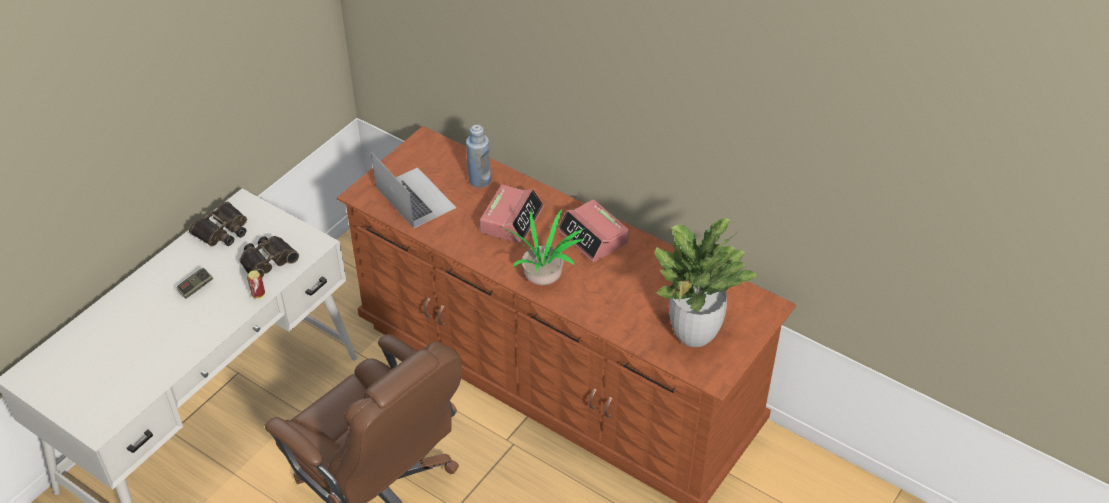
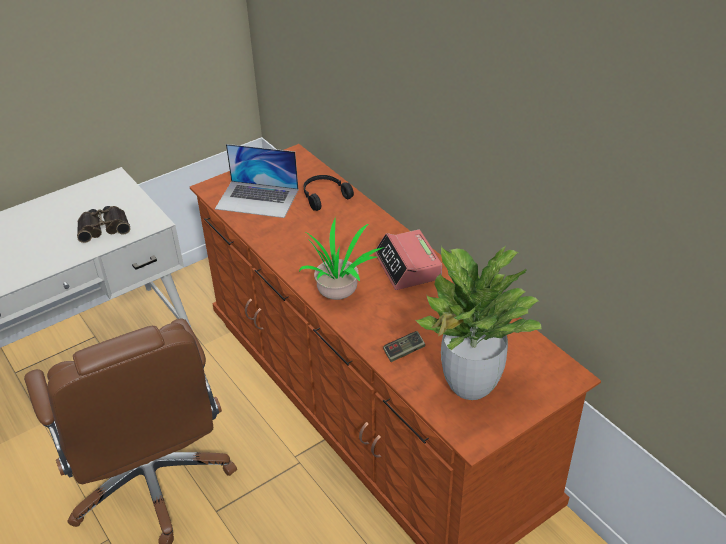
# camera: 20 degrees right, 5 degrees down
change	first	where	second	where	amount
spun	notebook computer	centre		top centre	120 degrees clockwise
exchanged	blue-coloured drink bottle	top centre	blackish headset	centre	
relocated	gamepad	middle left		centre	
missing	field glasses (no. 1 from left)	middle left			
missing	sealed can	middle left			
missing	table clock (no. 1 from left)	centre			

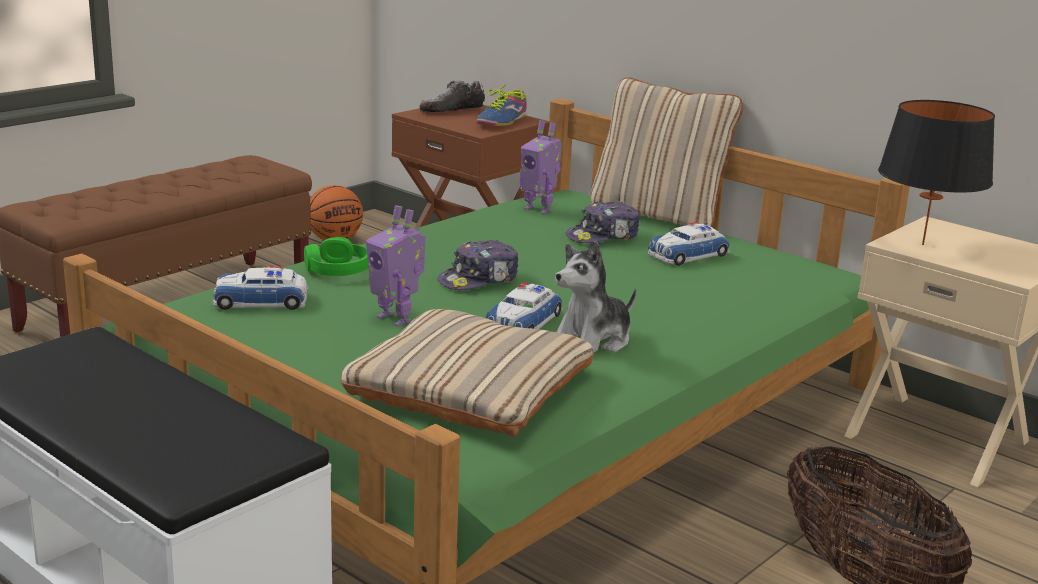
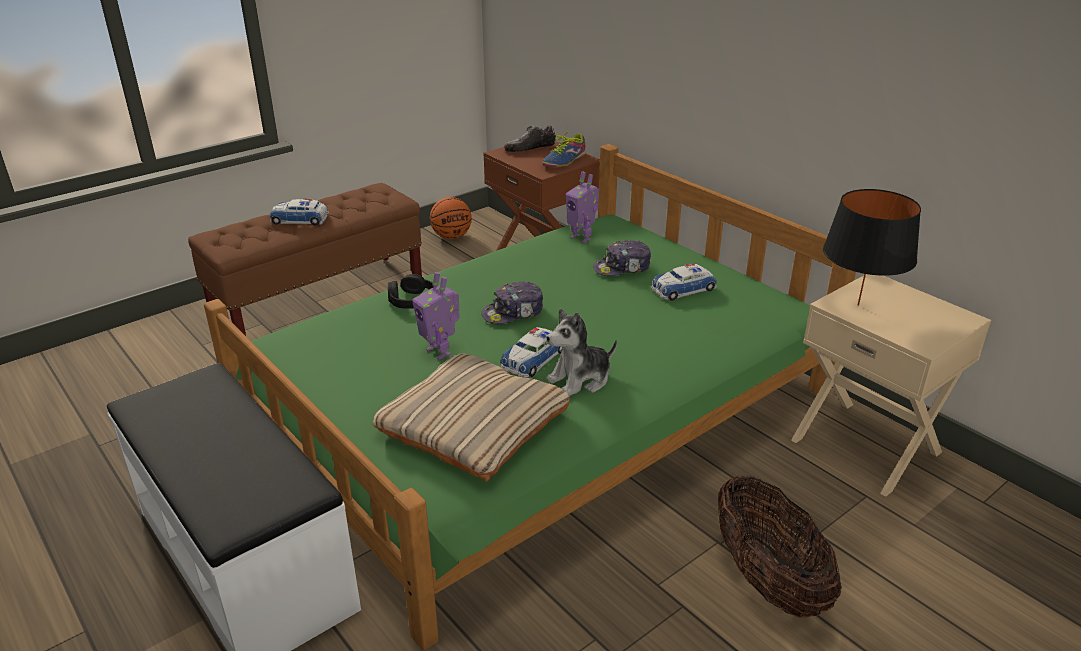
# camera: 10 degrees right, 10 degrees up
change	first	where	second	where	amount
relocated	miniature car (no. 1 from left)	middle left		top left	
colour	green-coloured headset	middle left	blackish headset	centre	
missing	sand-coloured cushion (no. 2 from left)	top centre			

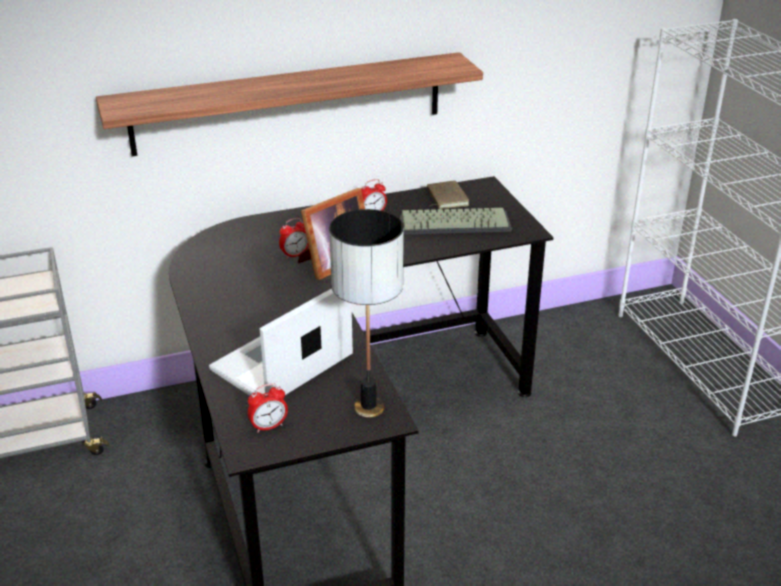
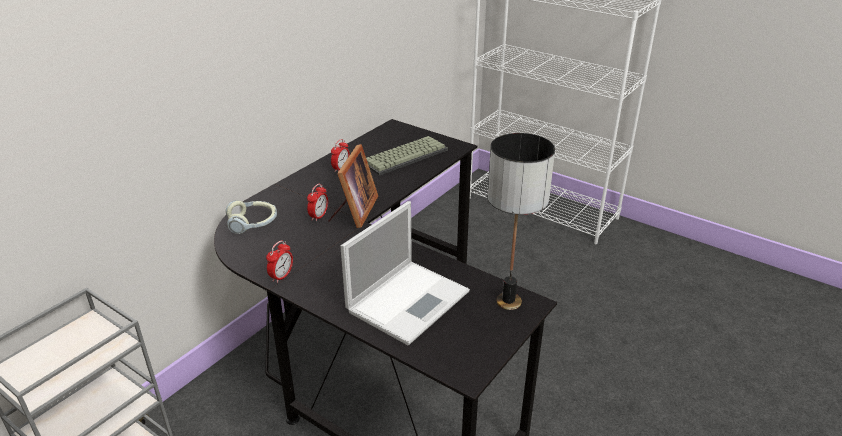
# camera: 35 degrees left, 0 degrees up
change	first	where	second	where	amount
appeared			headset	middle left	
relocated	table clock (no. 1 from left)	bottom centre		middle left	
spun	notebook computer	centre		centre	150 degrees counterclockwise
missing	shelf	top centre			
missing	brown-coloured volume	top centre			

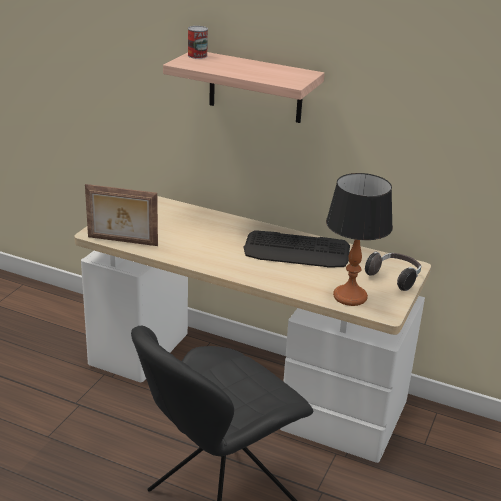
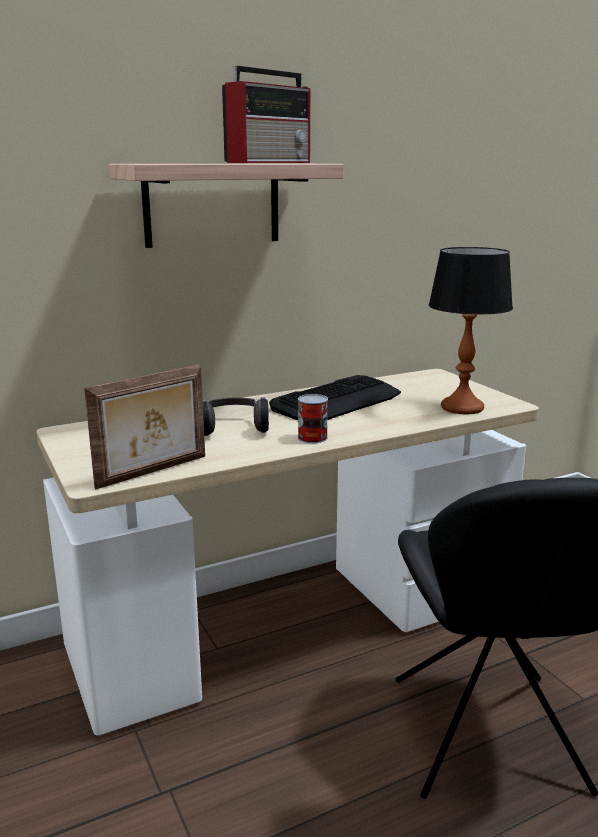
# camera: 50 degrees left, 10 degrees down
change	first	where	second	where	amount
relocated	headset	middle right		centre	
appeared			radio receiver	top centre	
relocated	sealed can	top centre		centre	

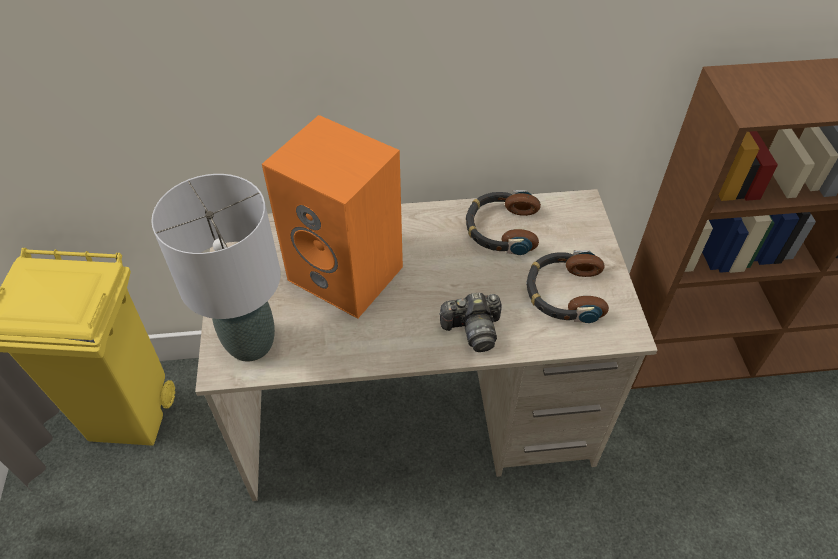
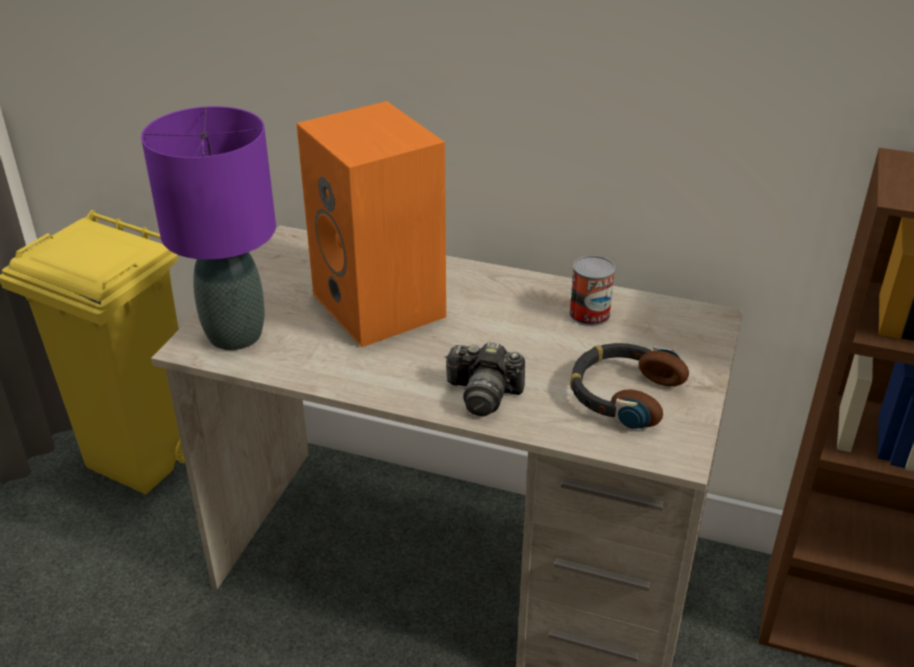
# camera: 25 degrees right, 15 degrees down
change	first	where	second	where	amount
colour	greyish lamp for a table	middle left	purple-coloured lamp for a table	middle left	
exchanged	headset (no. 1 from left)	centre	sealed can	centre	

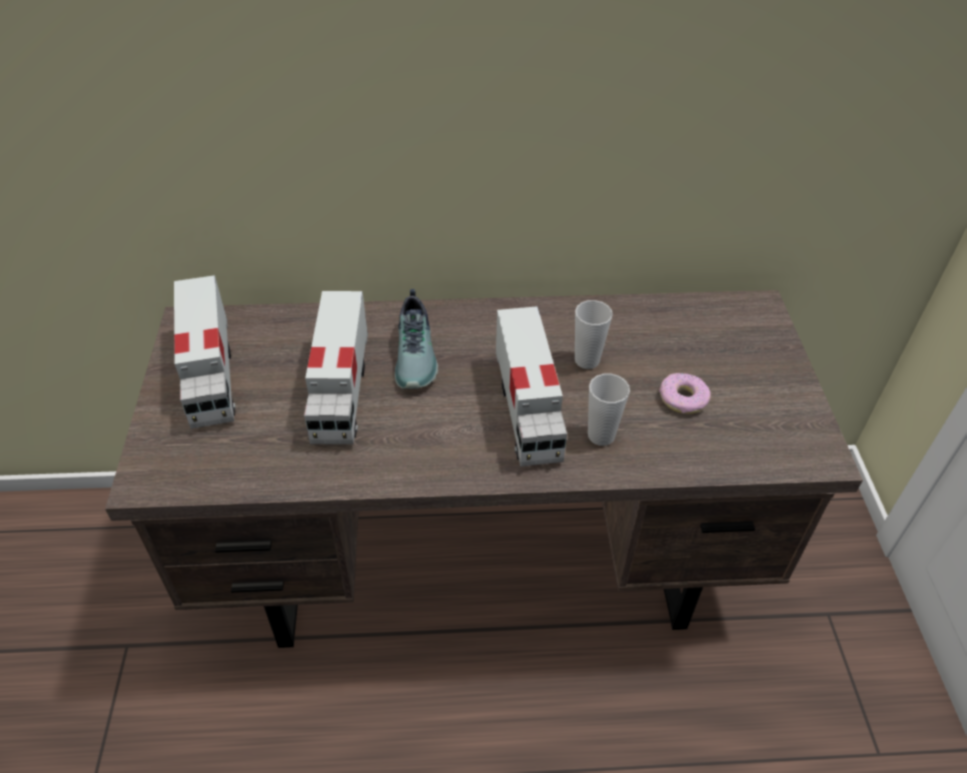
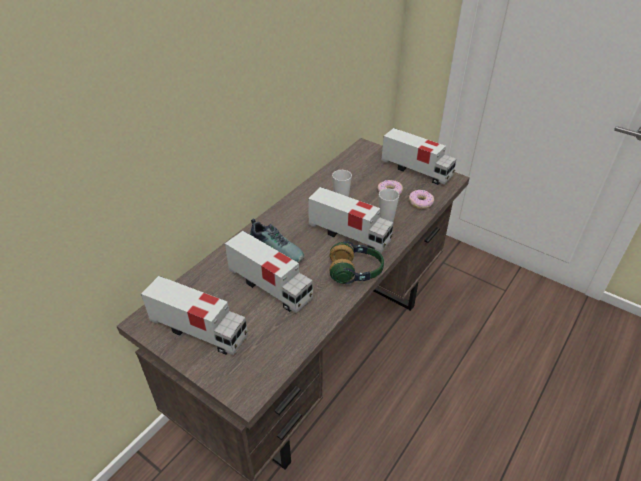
# camera: 50 degrees left, 5 degrees down
change	first	where	second	where	amount
appeared			headset	centre	
appeared			model truck (no. 4 from left)	top centre	
appeared			donut (no. 2 from left)	centre	

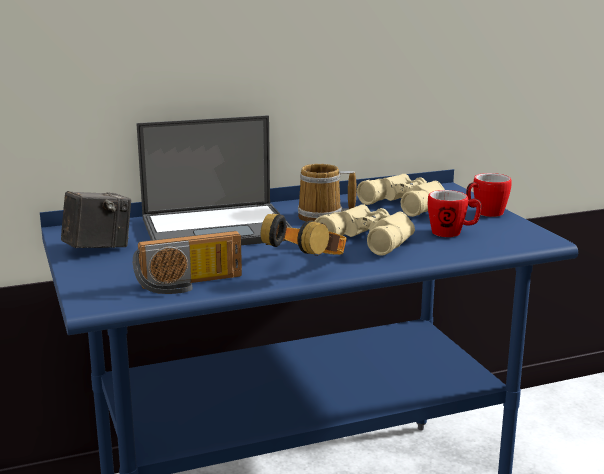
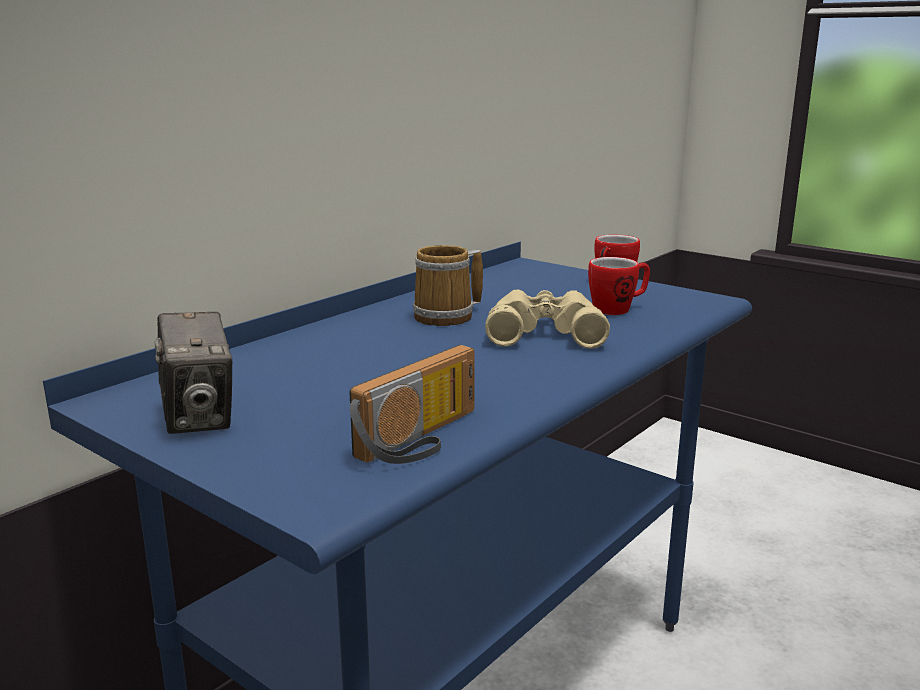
# camera: 30 degrees left, 0 degrees up
change	first	where	second	where	amount
spun	photo camera	middle left		middle left	135 degrees clockwise
missing	notebook computer	centre			
missing	headset	centre			
missing	sand-coloured field glasses (no. 2 from left)	centre			

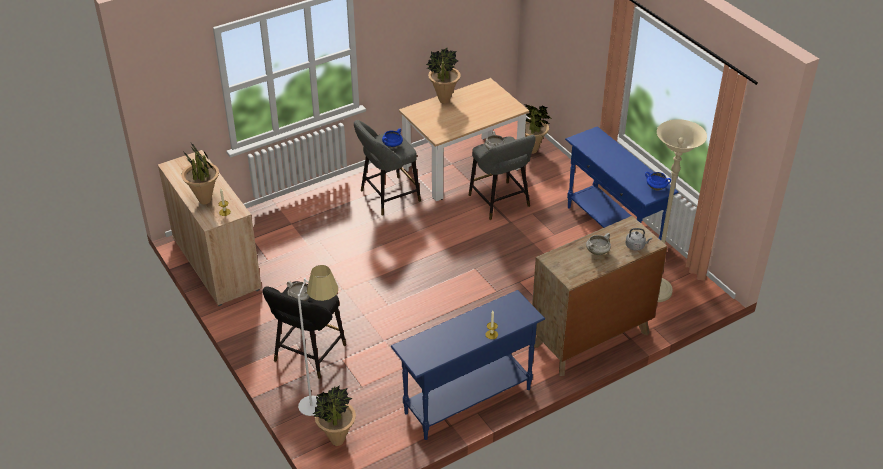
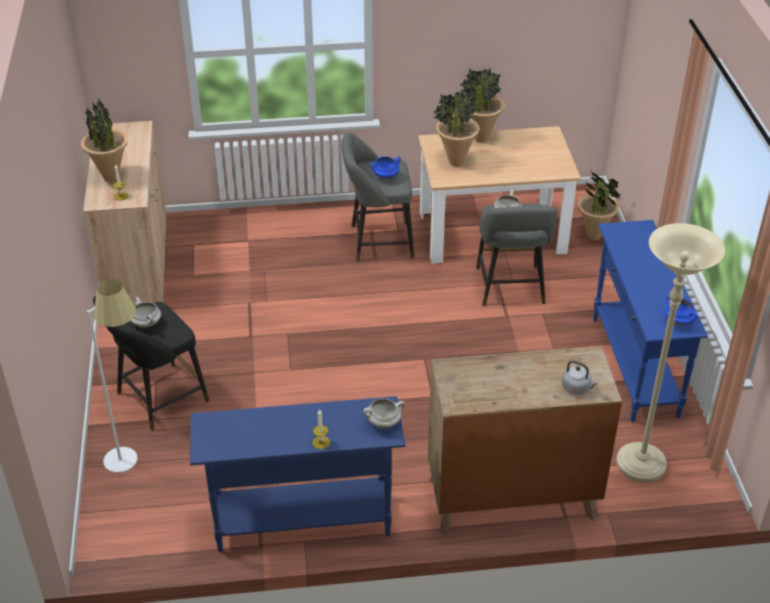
# camera: 25 degrees right, 0 degrees up
change	first	where	second	where	amount
relocated	white-coloured stockpot (no. 3 from left in the first image)	middle right	white-coloured stockpot (no. 2 from left)	bottom centre	
relocated	plant in a pot (no. 2 from left)	bottom centre		top centre	

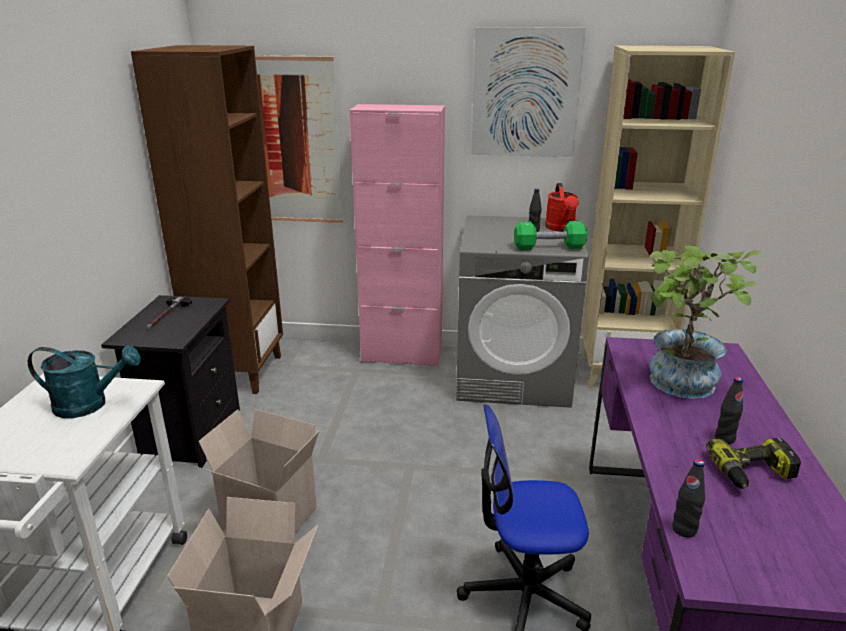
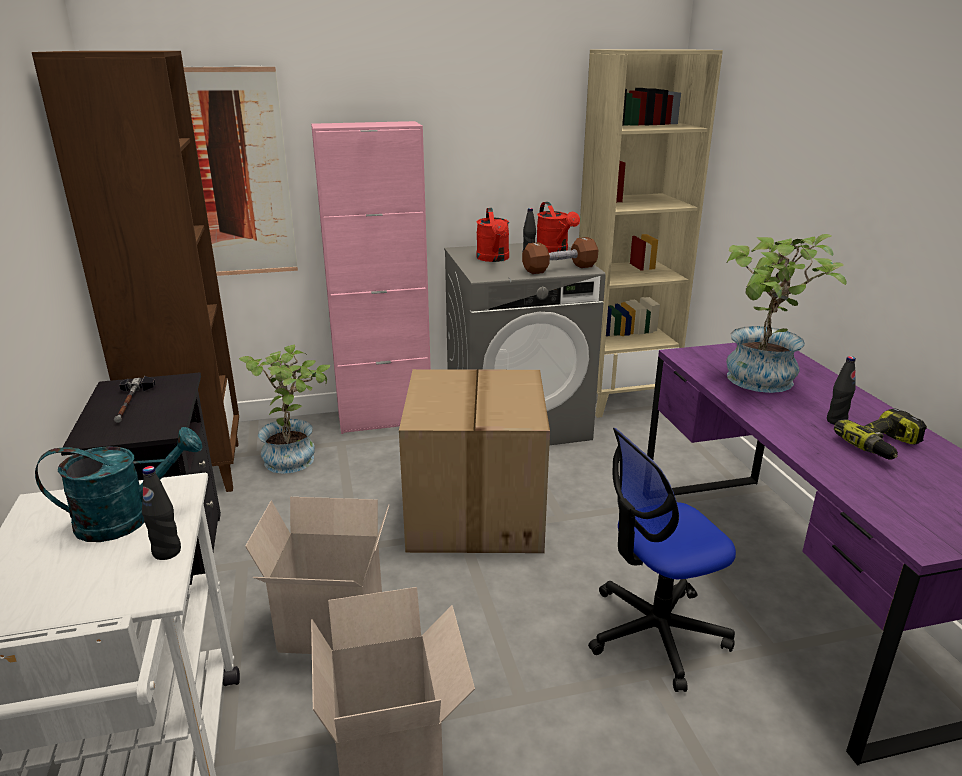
# camera: 20 degrees left, 0 degrees up
change	first	where	second	where	amount
relocated	blackish drink bottle (no. 2 from left in the first image)	bottom right	blackish drink bottle (no. 1 from left)	middle left	
appeared			plant in a pot (no. 1 from left)	middle left	
appeared			cardboard box (no. 3 from left)	centre	
appeared			reddish watering pot (no. 1 from left)	top centre	
colour	green-coloured dumbbell	centre	brown-coloured dumbbell	top centre	
missing	picture (no. 2 from left)	top centre			

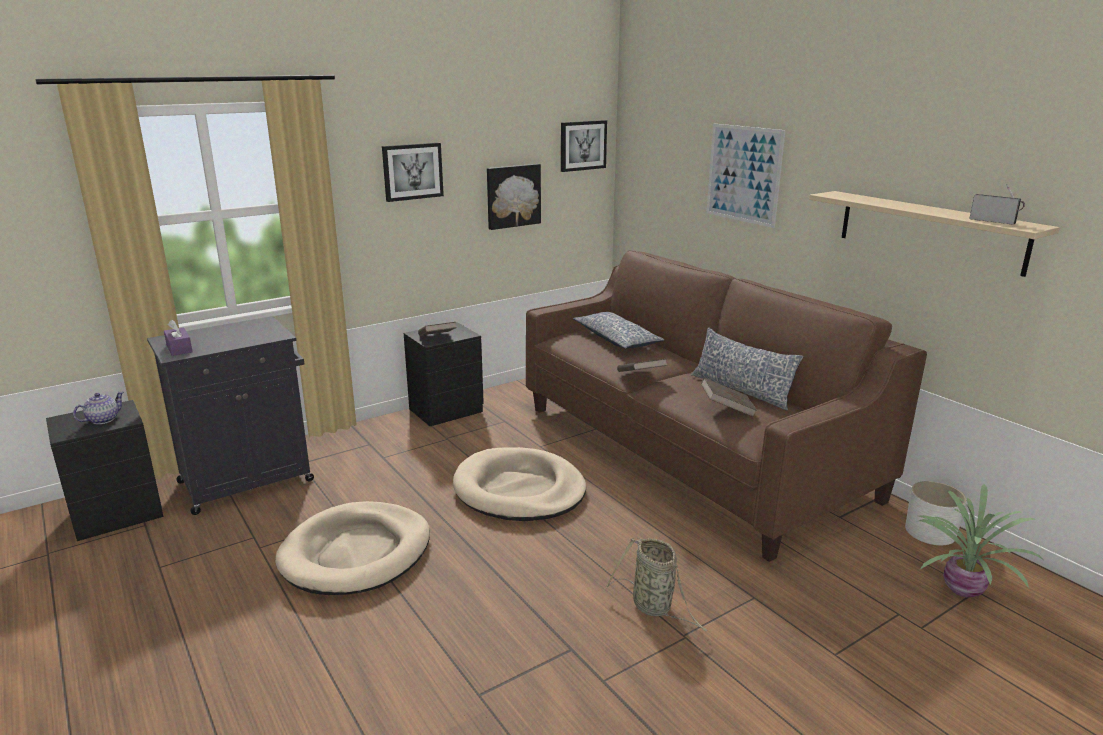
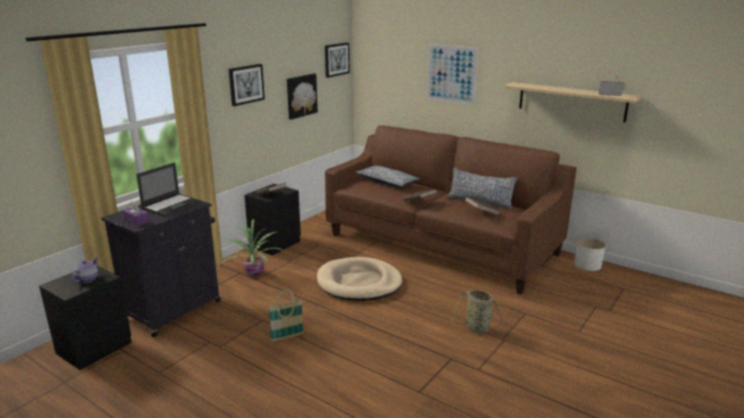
# camera: 20 degrees left, 0 degrees up
change	first	where	second	where	amount
appeared			notebook computer	middle left	
relocated	plant in a pot	bottom right		centre	
exchanged	sand-coloured dog bed (no. 1 from left)	bottom left	household basket (no. 1 from left)	bottom centre	

